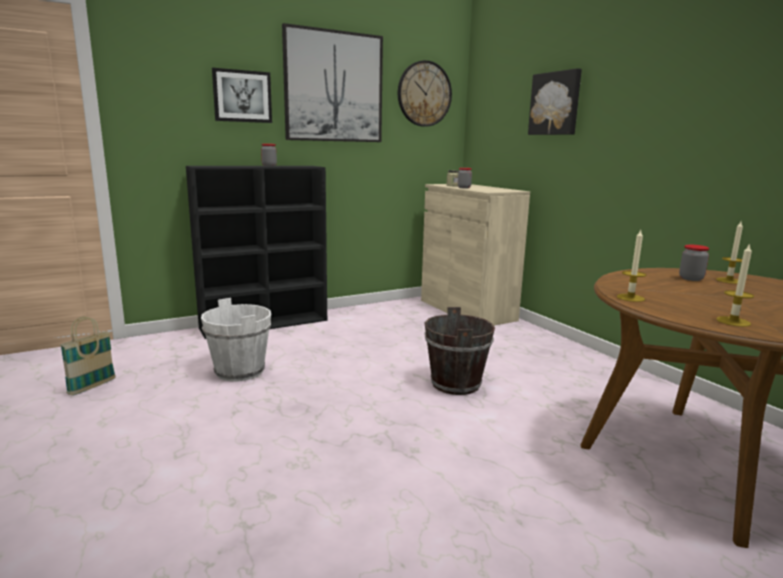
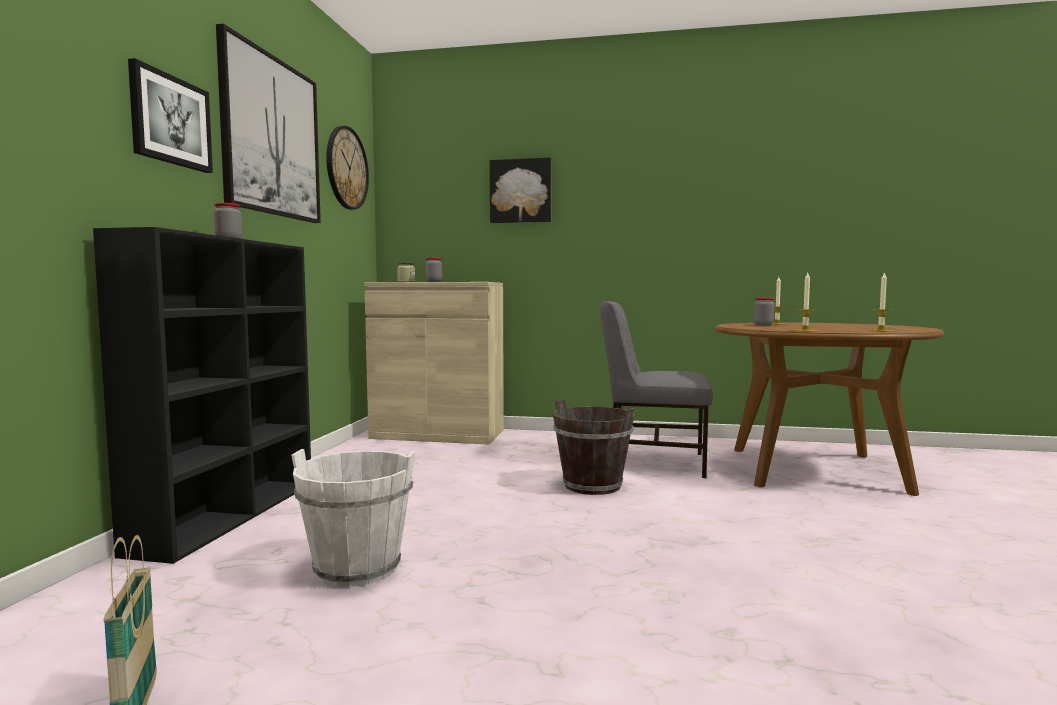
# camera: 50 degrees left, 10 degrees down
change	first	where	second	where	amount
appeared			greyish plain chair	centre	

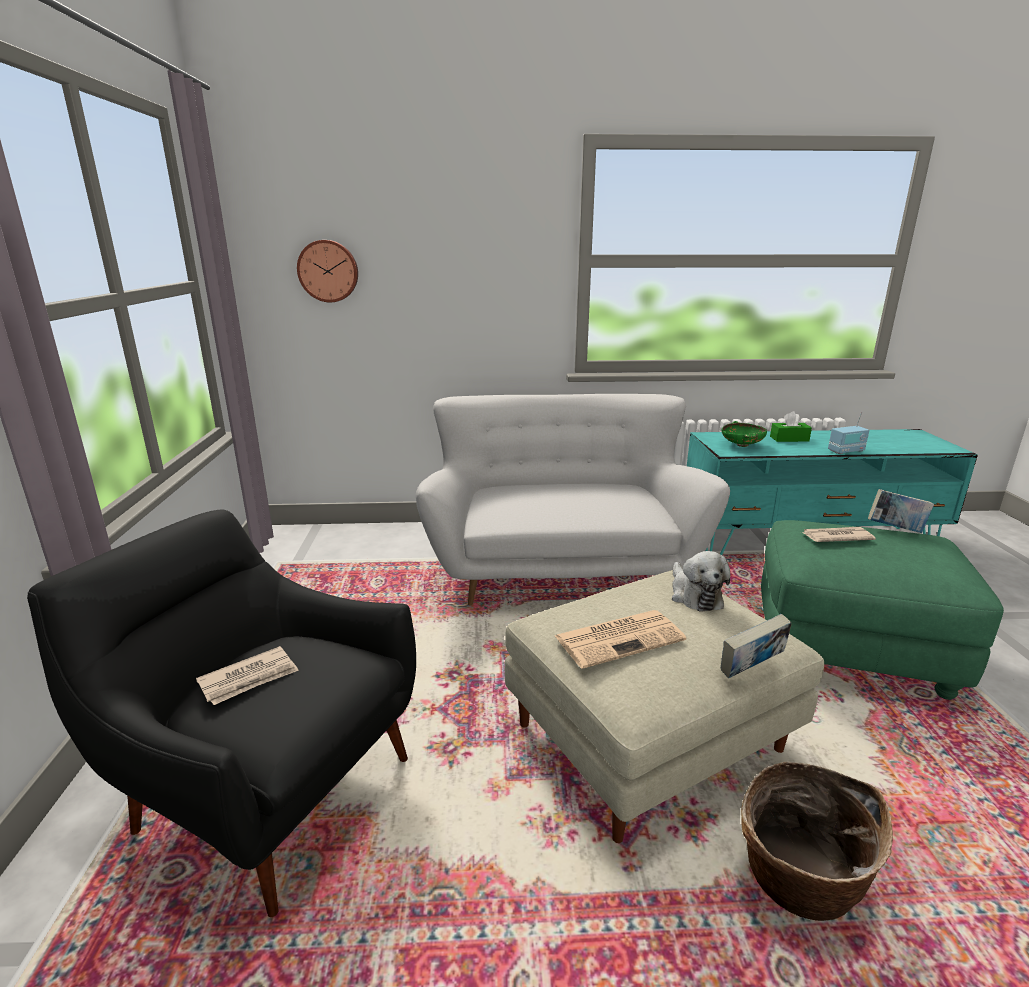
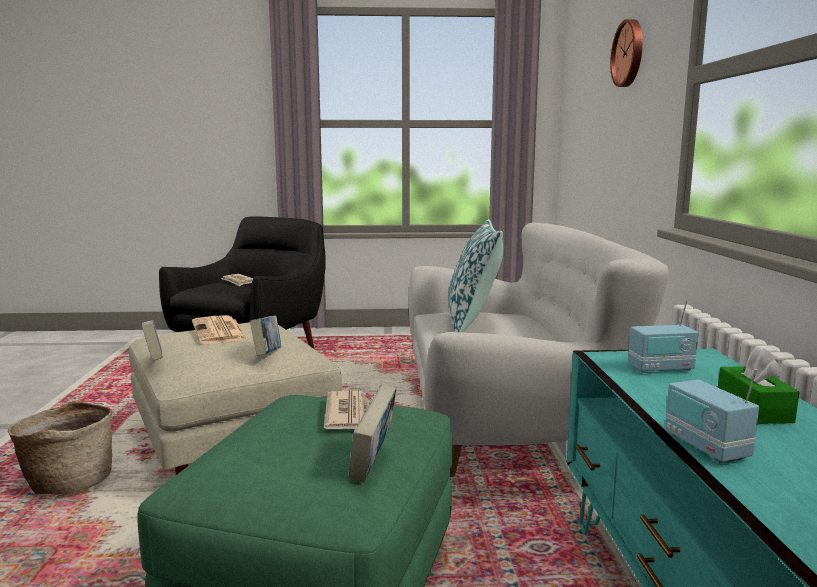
# camera: 90 degrees right, 10 degrees down
change	first	where	second	where	amount
exchanged	cuddly toy	middle right	volume (no. 2 from left)	middle left	
appeared			cushion	centre	
relocated	wall clock	top left		top right	
exchanged	green-coloured deep dish	middle right	radio receiver (no. 1 from left)	middle right	

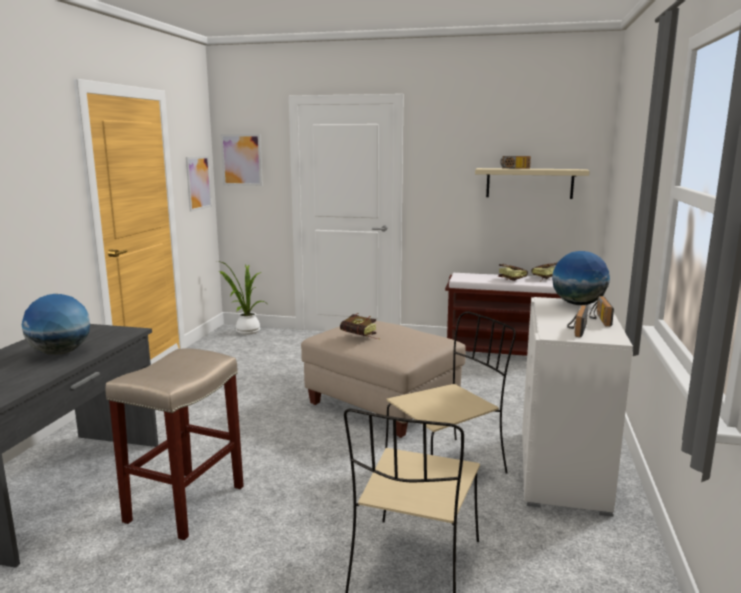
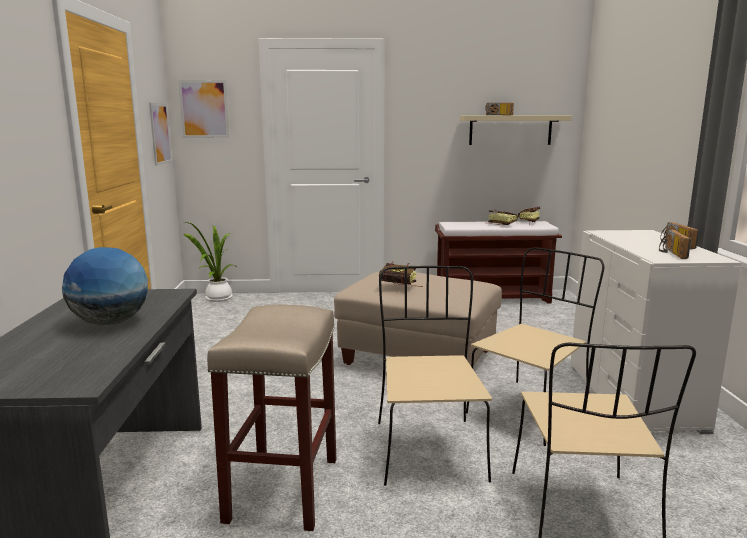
# camera: 15 degrees left, 0 degrees up
change	first	where	second	where	amount
appeared			sand-coloured plain chair (no. 1 from left)	bottom centre	
missing	desk globe (no. 2 from left)	middle right			

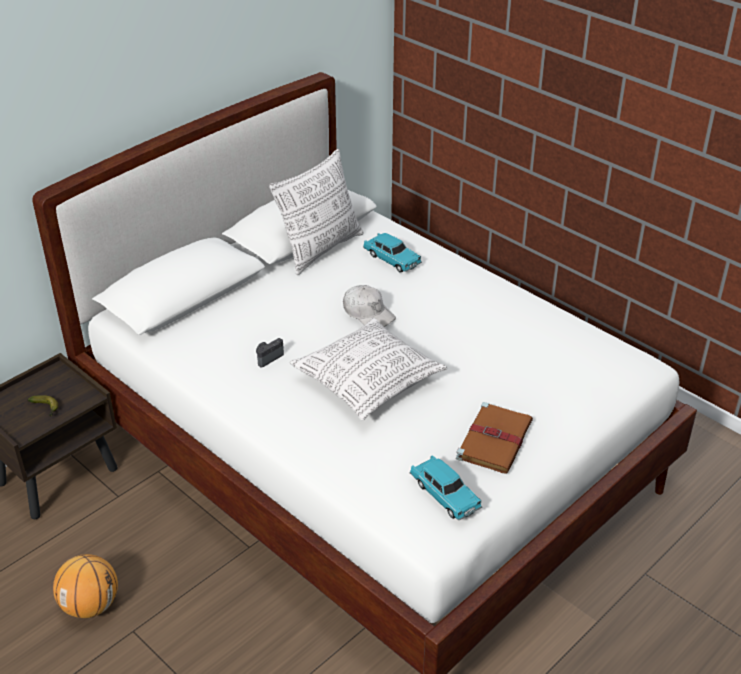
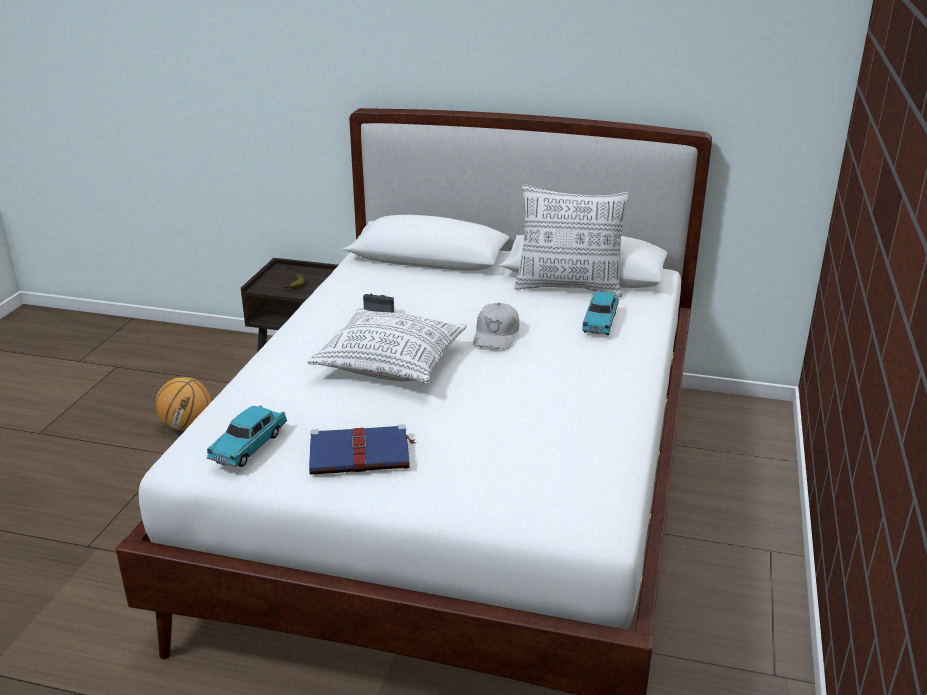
# camera: 60 degrees right, 10 degrees down
change	first	where	second	where	amount
colour	brown-coloured volume	middle right	blue-coloured volume	centre	

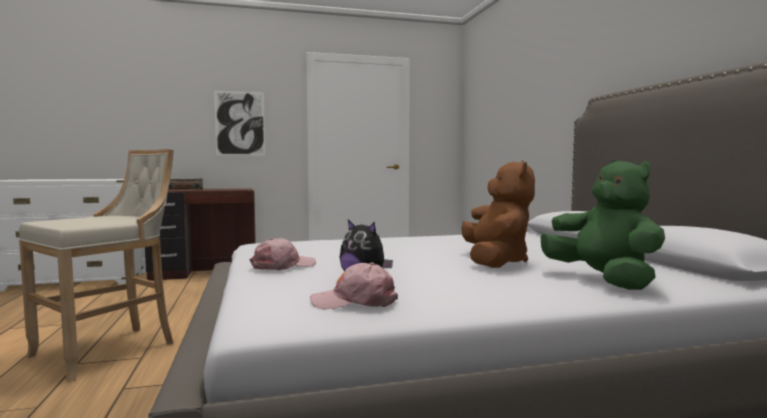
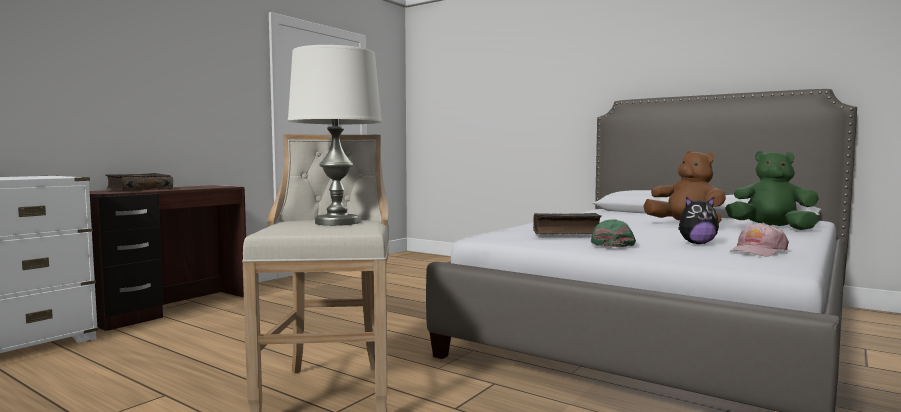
# camera: 40 degrees left, 0 degrees up
change	first	where	second	where	amount
appeared			white-coloured lamp for a table	top centre	
appeared			volume (no. 2 from left)	centre	
colour	pink cap (no. 1 from left)	centre	green-coloured cap	middle right	
missing	picture	top left			

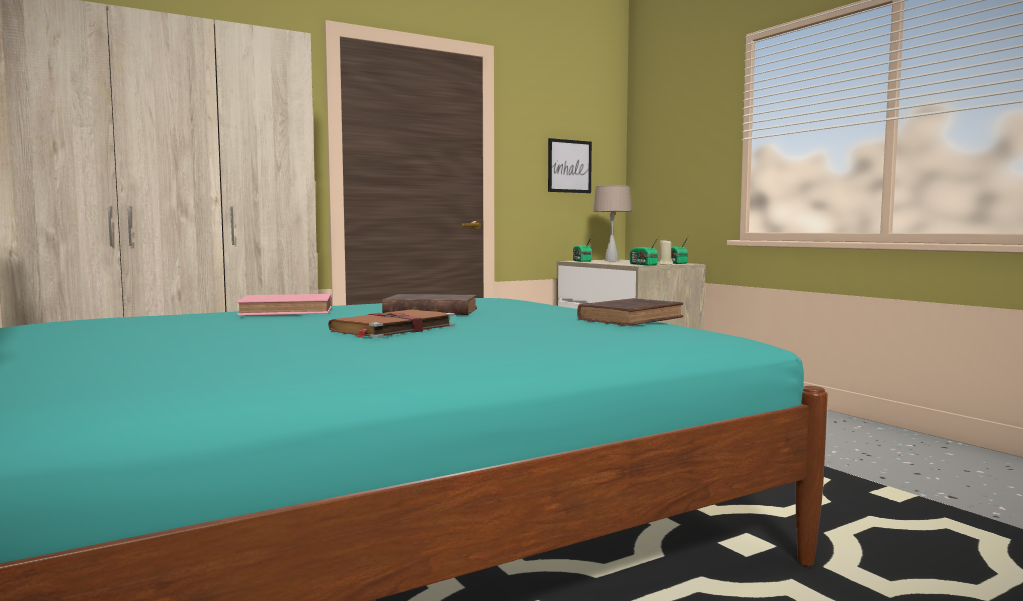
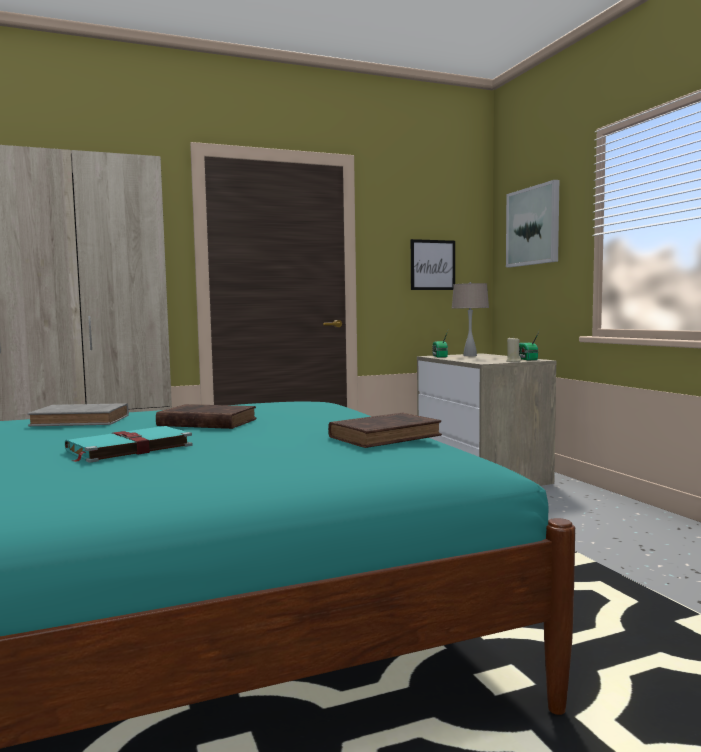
# camera: 10 degrees right, 0 degrees up
change	first	where	second	where	amount
colour	pink volume	middle left	greyish volume	middle left	
colour	brown-coloured volume (no. 1 from left)	centre	turquoise-coloured volume	middle left	
appeared			picture (no. 2 from left)	top right	
missing	radio receiver (no. 2 from left)	centre			

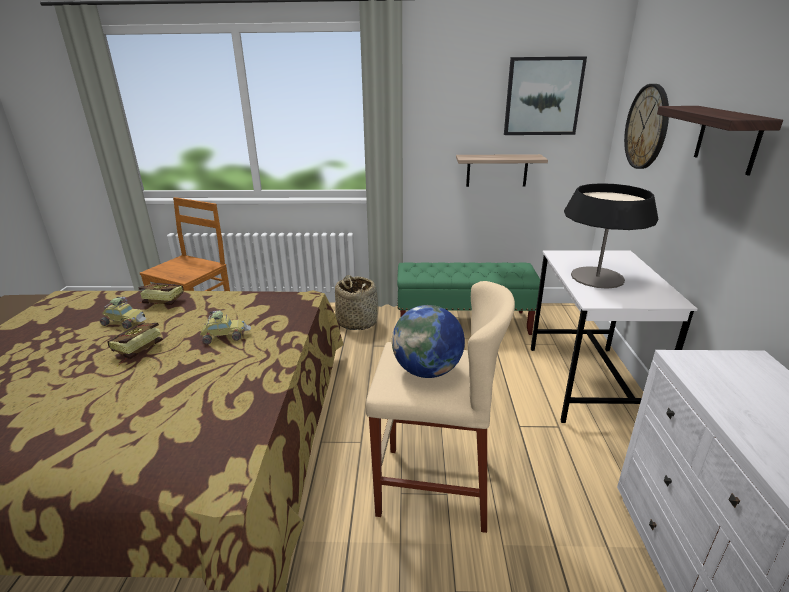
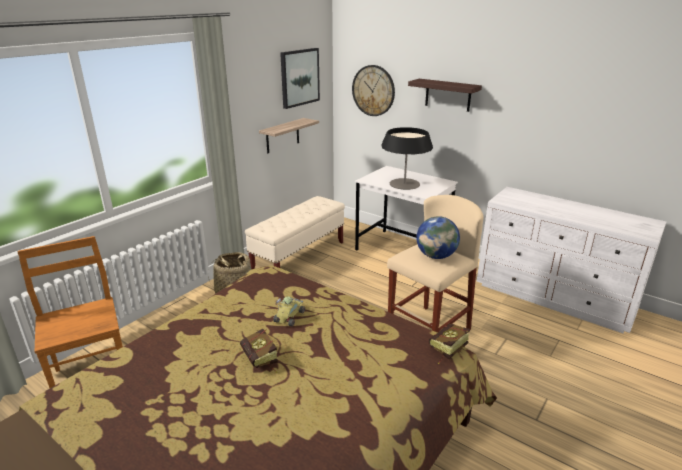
# camera: 55 degrees left, 0 degrees up
change	first	where	second	where	amount
colour	green-coloured long seat	centre	sand-coloured long seat	centre	
relocated	volume (no. 2 from left)	middle left		bottom centre	
missing	miniature car (no. 1 from left)	middle left			

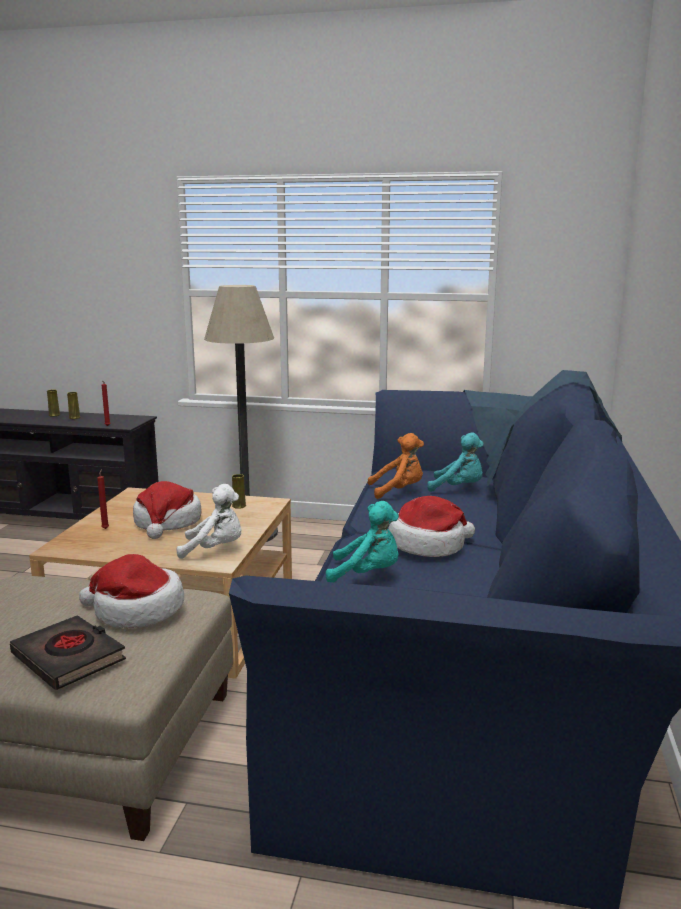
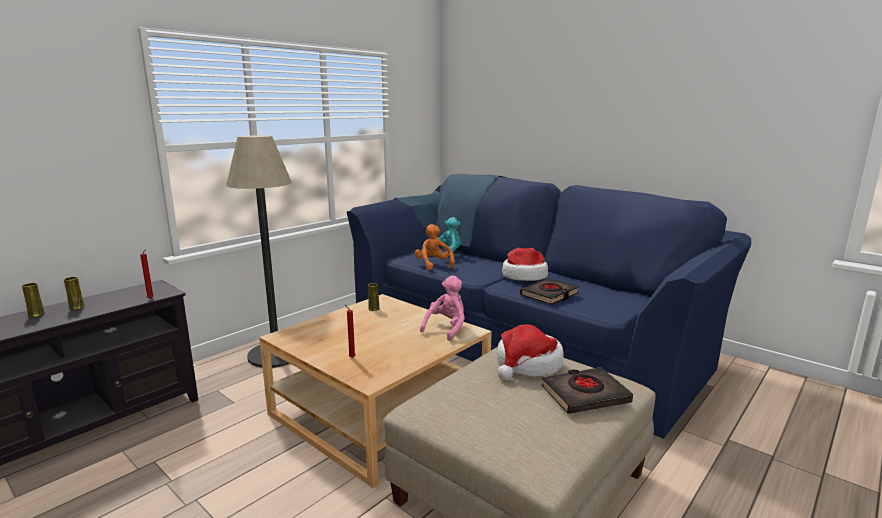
# camera: 60 degrees left, 0 degrees up
change	first	where	second	where	amount
spun	orange-coloured cuddly toy	centre		centre	45 degrees counterclockwise
colour	white-coloured cuddly toy	middle left	pink cuddly toy	centre	
exchanged	turquoise-coloured cuddly toy (no. 1 from left)	centre	blackish volume (no. 1 from left)	centre	
missing	clothing hat (no. 2 from left)	middle left			

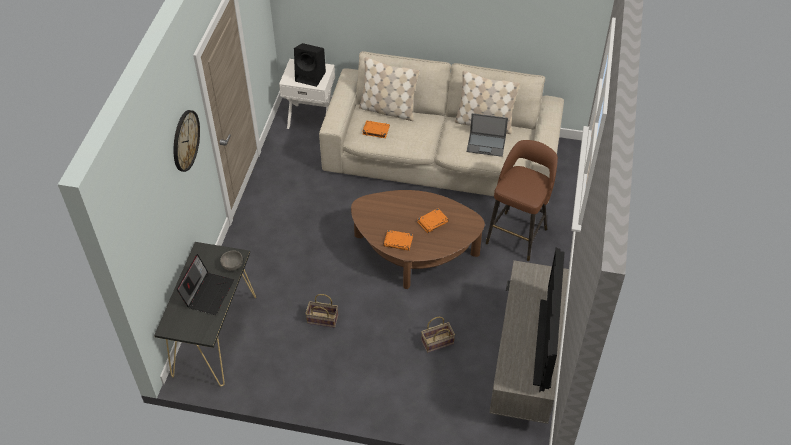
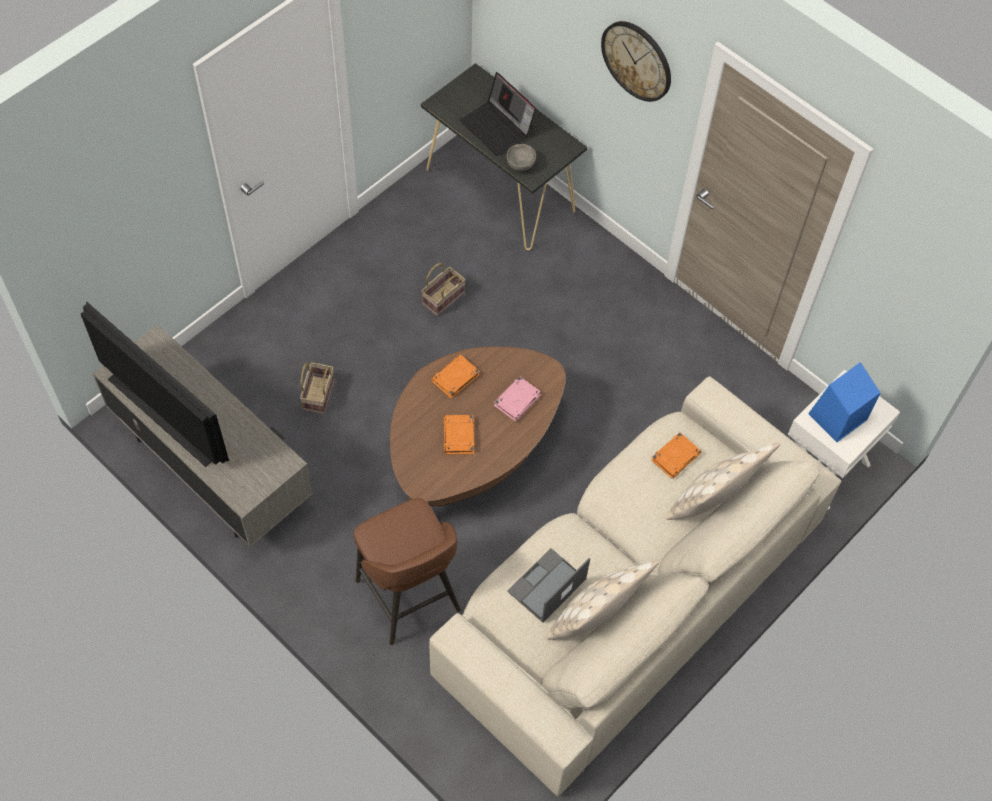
# camera: 120 degrees right, 10 degrees up
change	first	where	second	where	amount
appeared			pink volume	centre	
colour	blackish speaker	top centre	blue-coloured speaker	middle right	

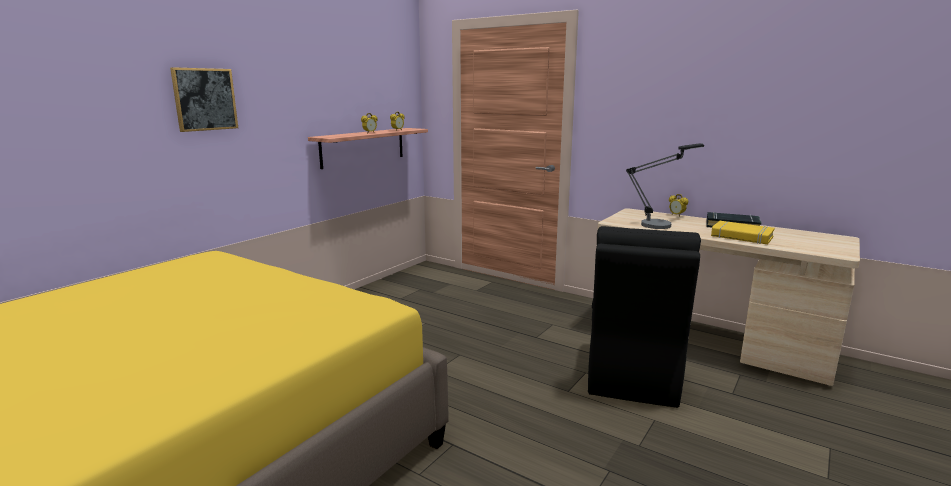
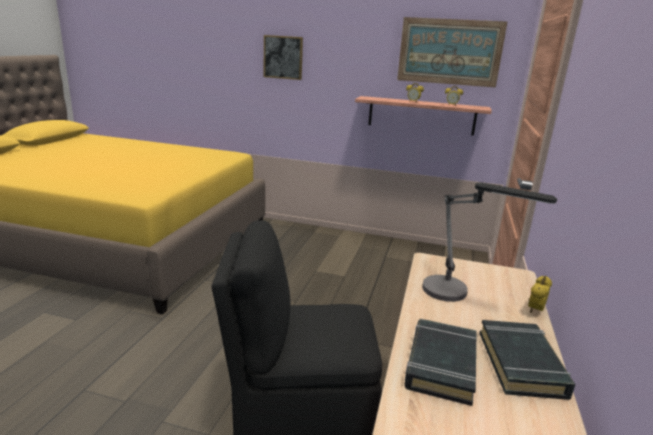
# camera: 70 degrees right, 5 degrees up
change	first	where	second	where	amount
appeared			picture (no. 2 from left)	top right	
colour	yellowish volume	middle right	blackish volume (no. 1 from left)	bottom right	

